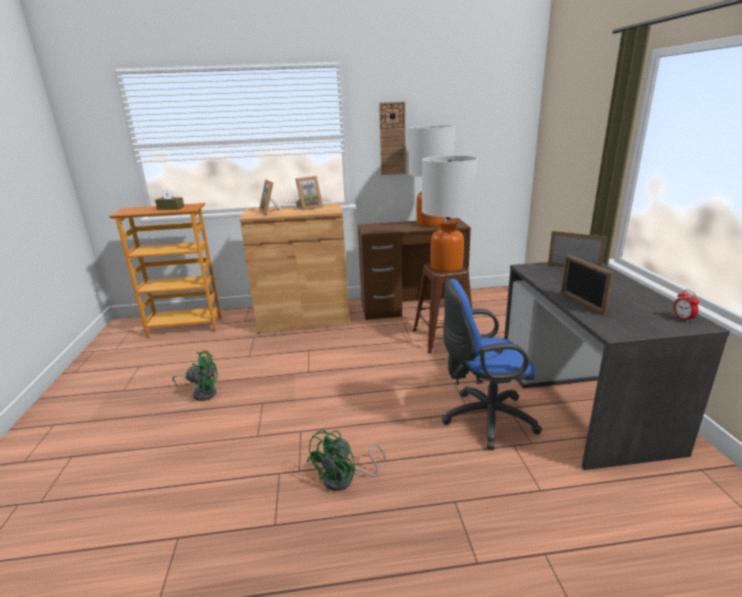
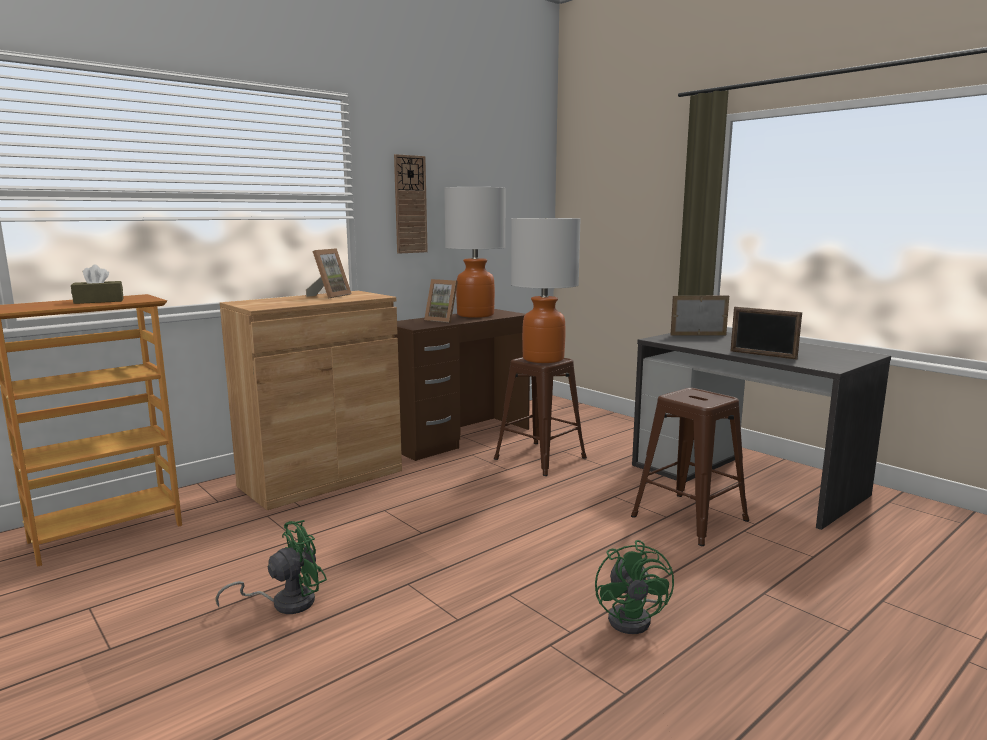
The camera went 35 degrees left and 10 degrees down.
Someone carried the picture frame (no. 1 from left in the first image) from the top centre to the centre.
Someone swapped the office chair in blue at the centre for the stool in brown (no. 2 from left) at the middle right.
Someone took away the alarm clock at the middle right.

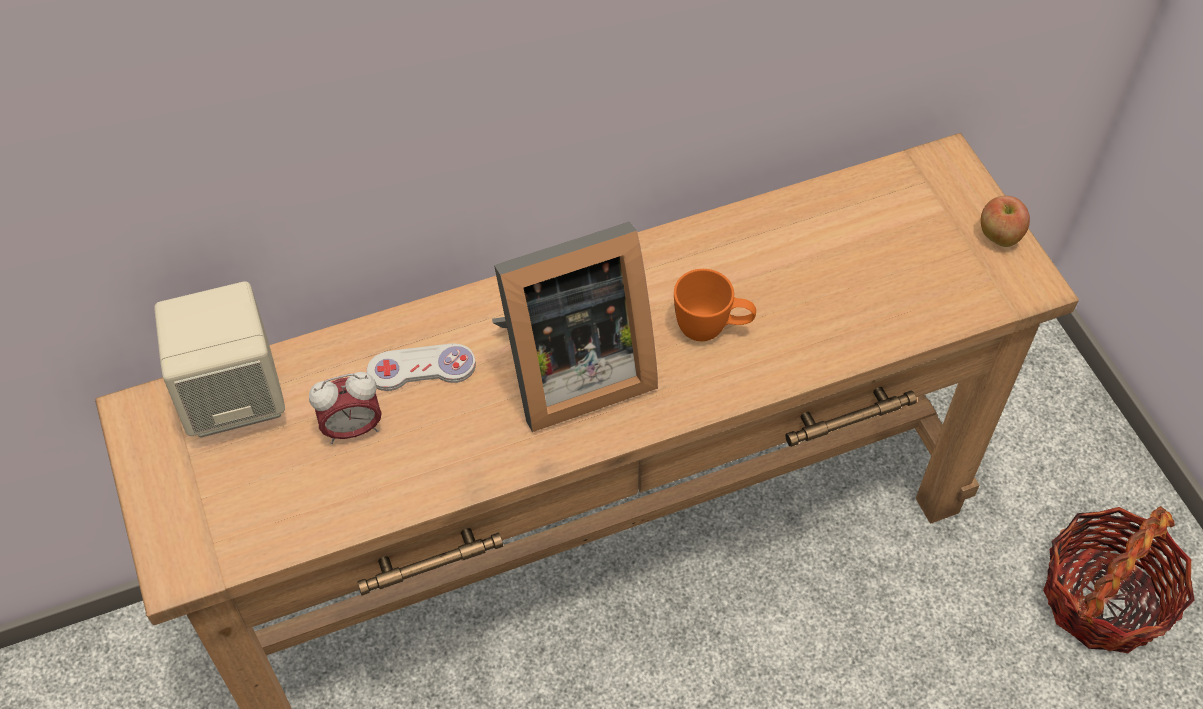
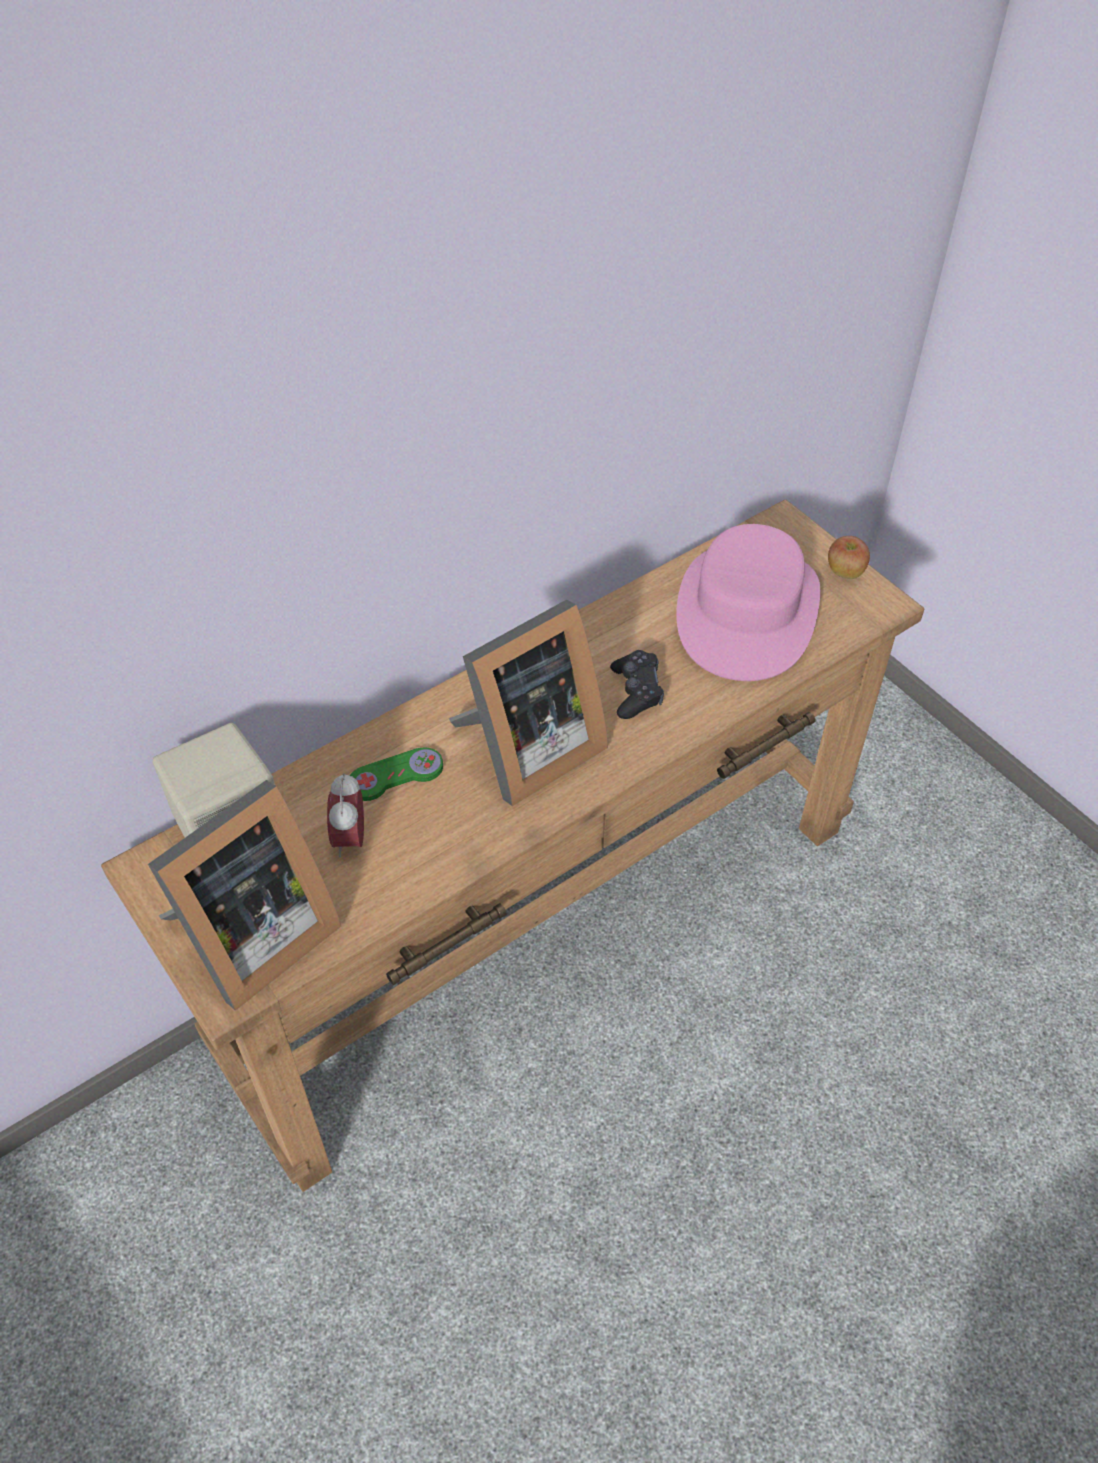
The camera went 15 degrees left and 5 degrees down.
Someone rotated the alarm clock at the middle left by 120 degrees clockwise.
Someone repainted the game controller in white at the centre, which became the game controller in green at the centre.
Someone swapped the mug in orange at the centre for the game controller in black at the centre.
Someone took away the basket at the bottom right.
Someone put down the picture frame (no. 1 from left) at the middle left.
Someone put down the hat in pink at the middle right.

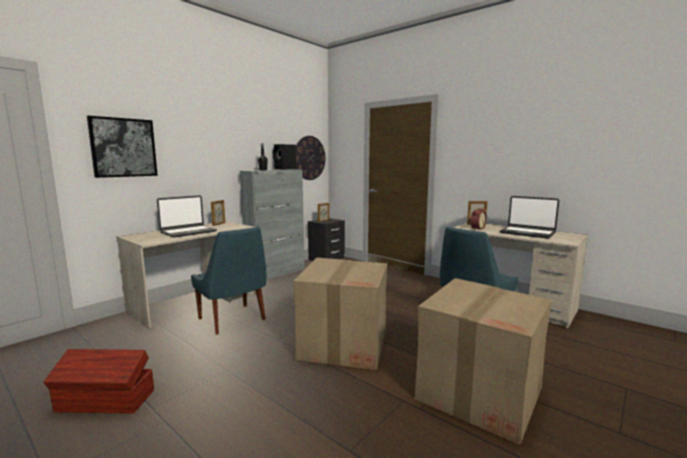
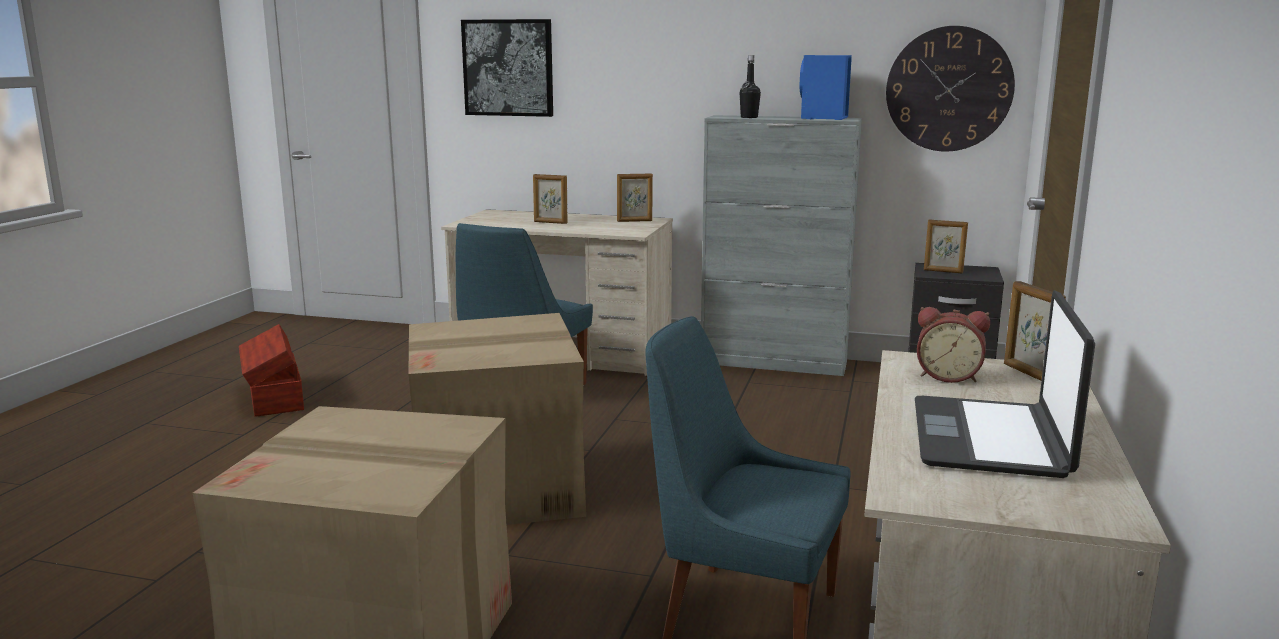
The camera went 65 degrees right and 5 degrees up.
Someone swapped the laptop (no. 1 from left) at the middle left for the picture frame (no. 1 from left) at the top centre.
Someone repainted the speaker in black at the centre, which became the speaker in blue at the top centre.

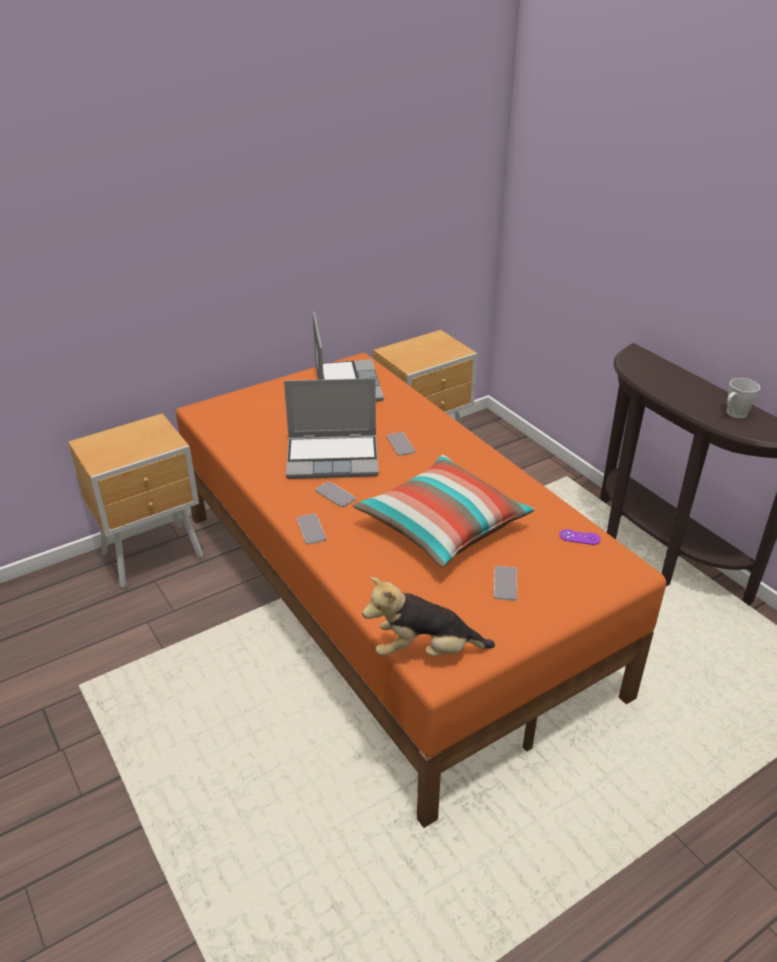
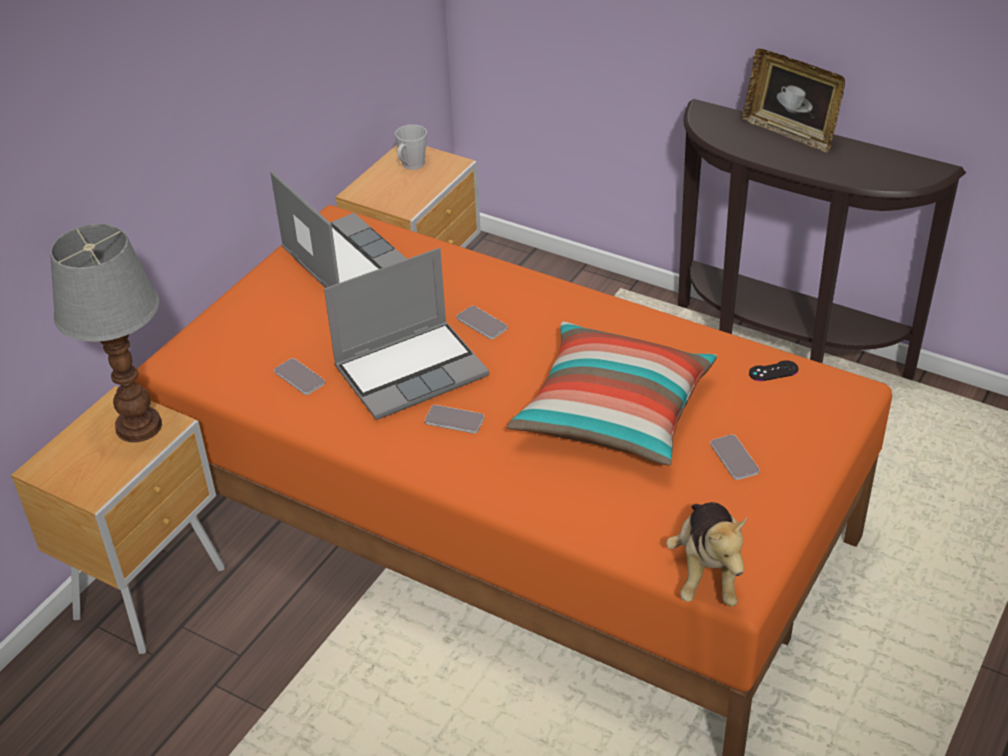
The camera went 25 degrees left and 5 degrees up.
Someone carried the phone (no. 1 from left) from the centre to the middle left.
Someone rotated the plush toy at the centre by 60 degrees counterclockwise.
Someone repainted the game controller in purple at the middle right, which became the game controller in black at the middle right.
Someone carried the mug in grey from the middle right to the top centre.
Someone put down the table lamp at the middle left.
Someone put down the picture frame at the top right.

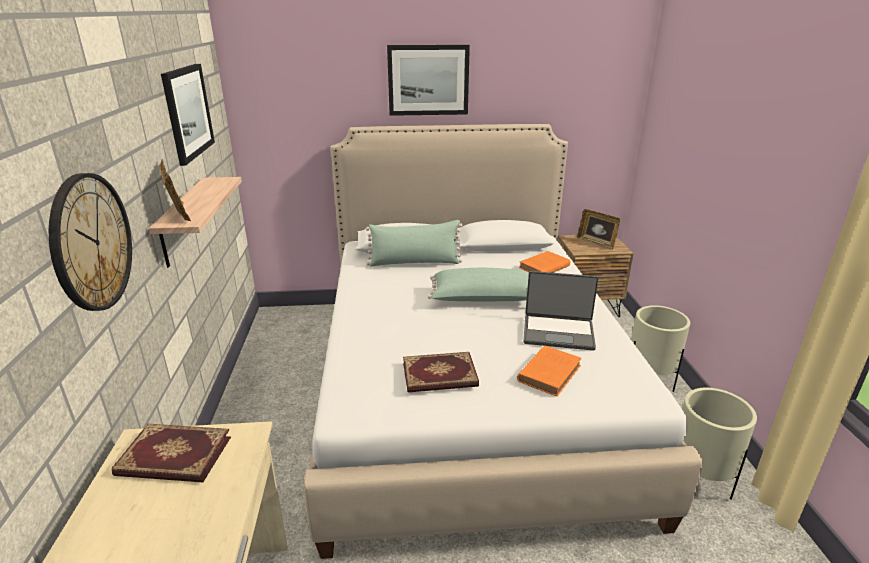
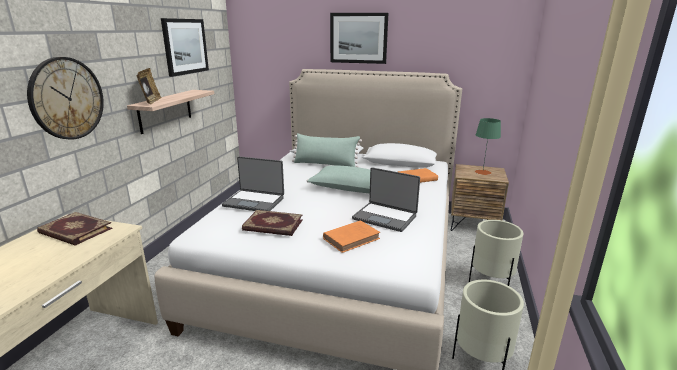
The camera went 20 degrees right and 5 degrees down.
Someone swapped the picture frame (no. 2 from left) at the middle right for the table lamp in green at the middle right.
Someone put down the laptop (no. 1 from left) at the centre.

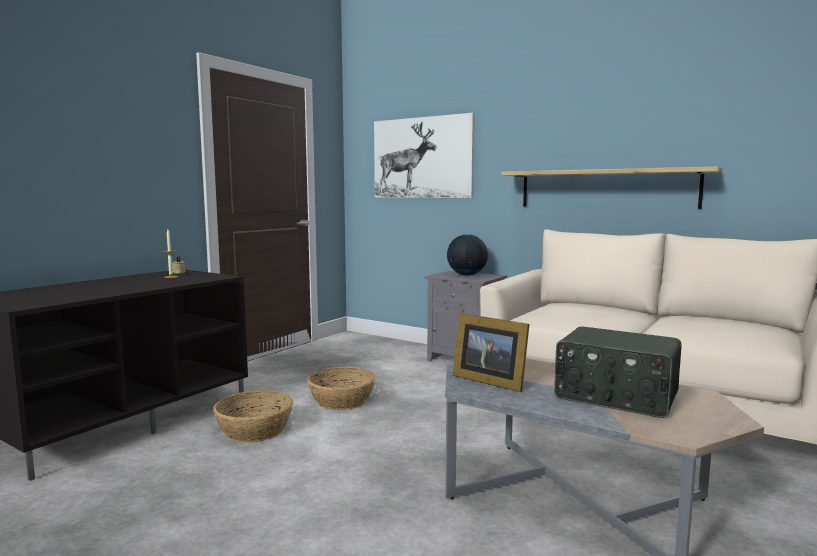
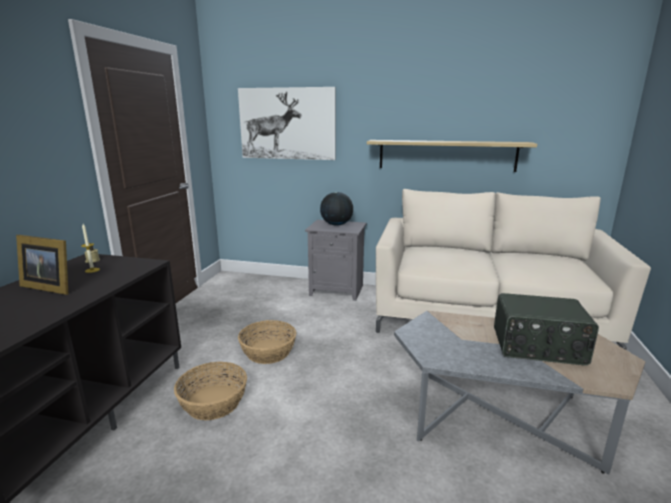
The camera went 20 degrees left and 10 degrees up.
Someone carried the picture frame from the centre to the middle left.

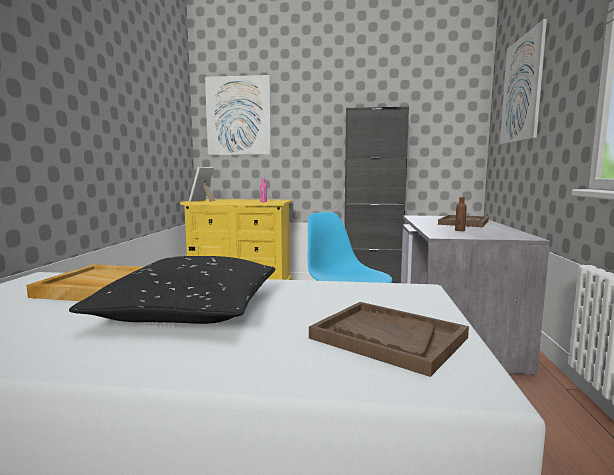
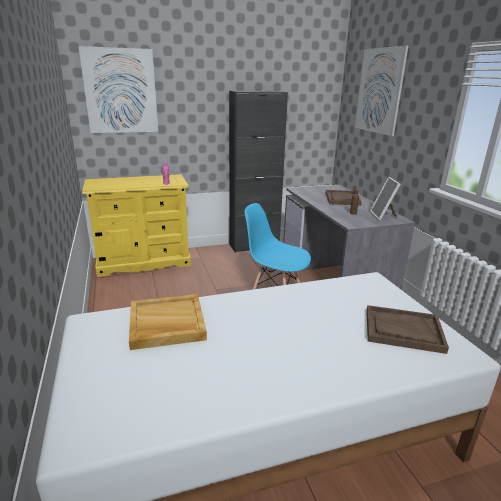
The camera went 25 degrees left and 15 degrees up.
Someone took away the pillow in black at the middle left.
Someone carried the picture frame from the middle left to the middle right.

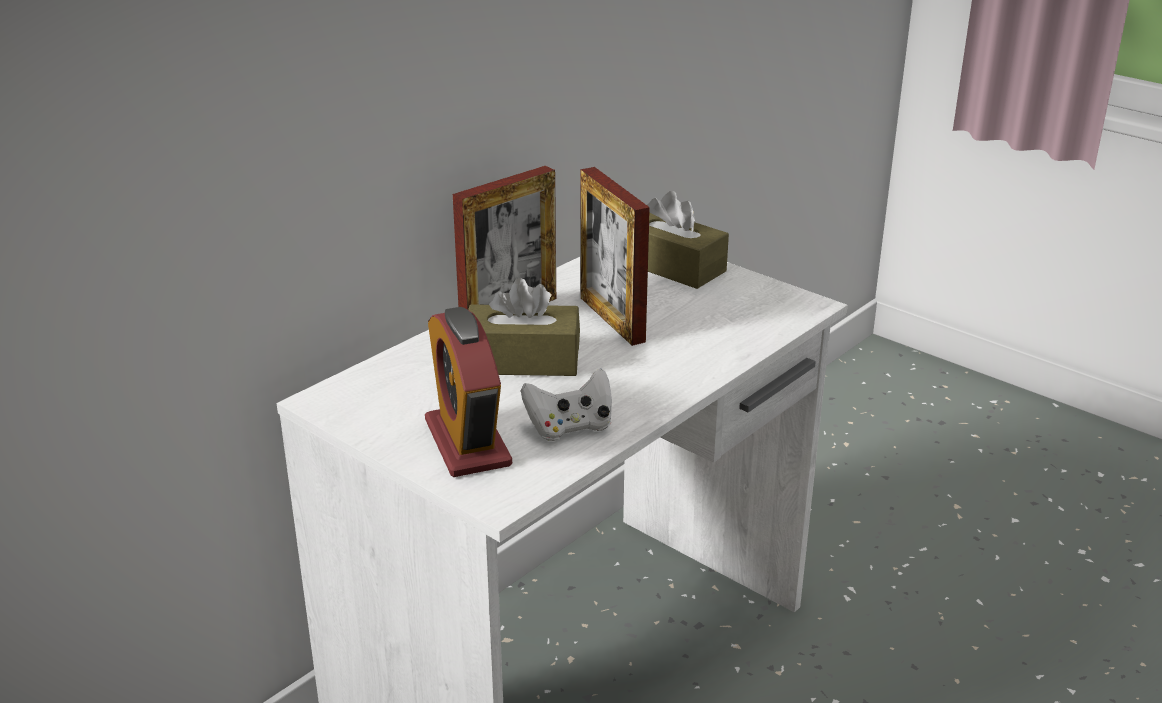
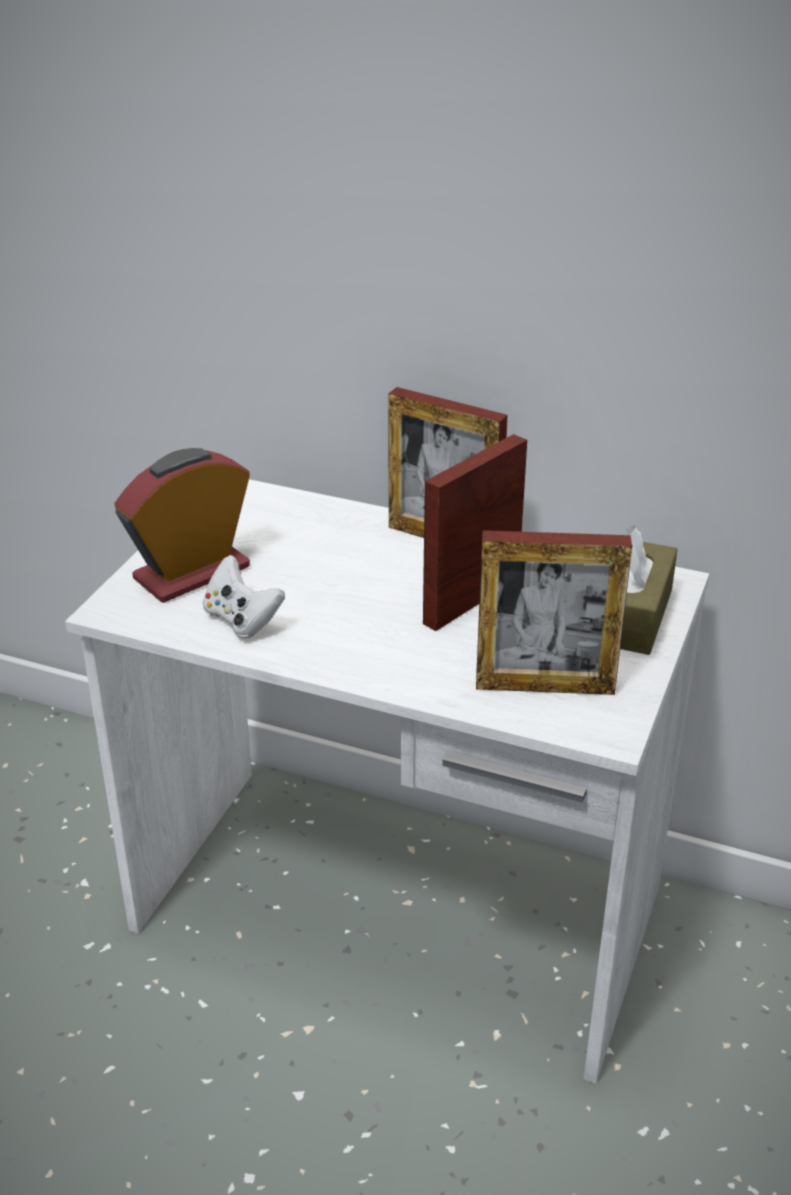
The camera went 70 degrees right and 5 degrees up.
Someone took away the tissue box in brown (no. 1 from left) at the centre.
Someone put down the picture frame (no. 3 from left) at the middle right.

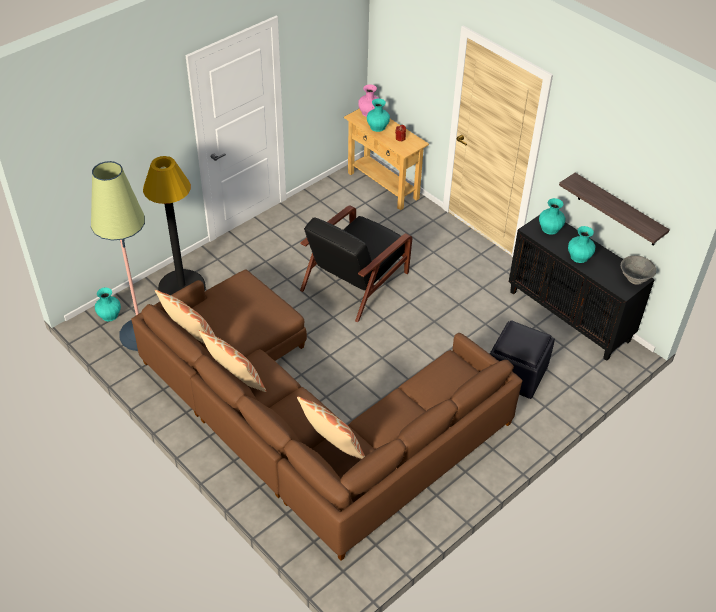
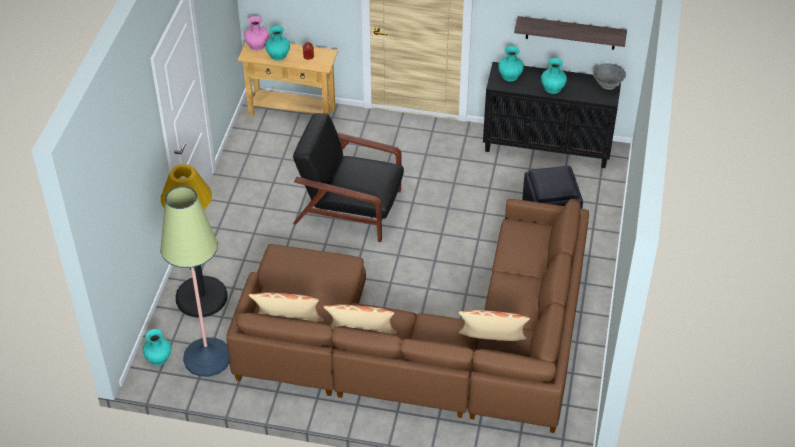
The camera went 35 degrees left and 0 degrees up.
Someone rotated the armchair in black at the centre by 105 degrees clockwise.

